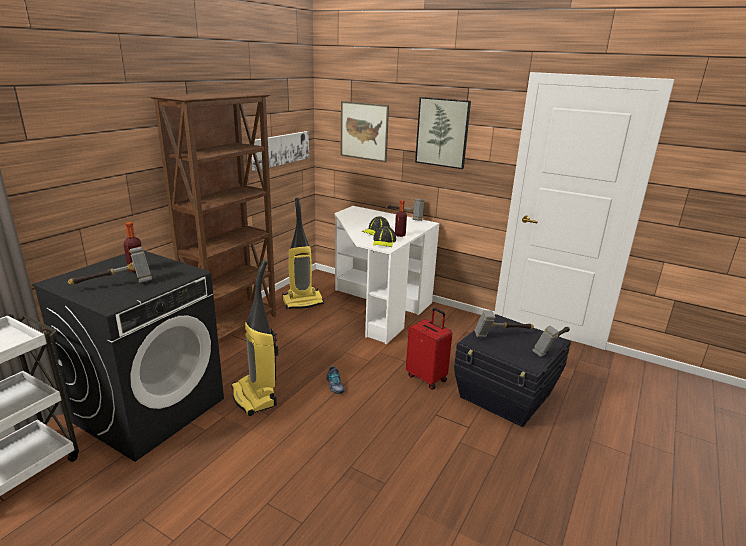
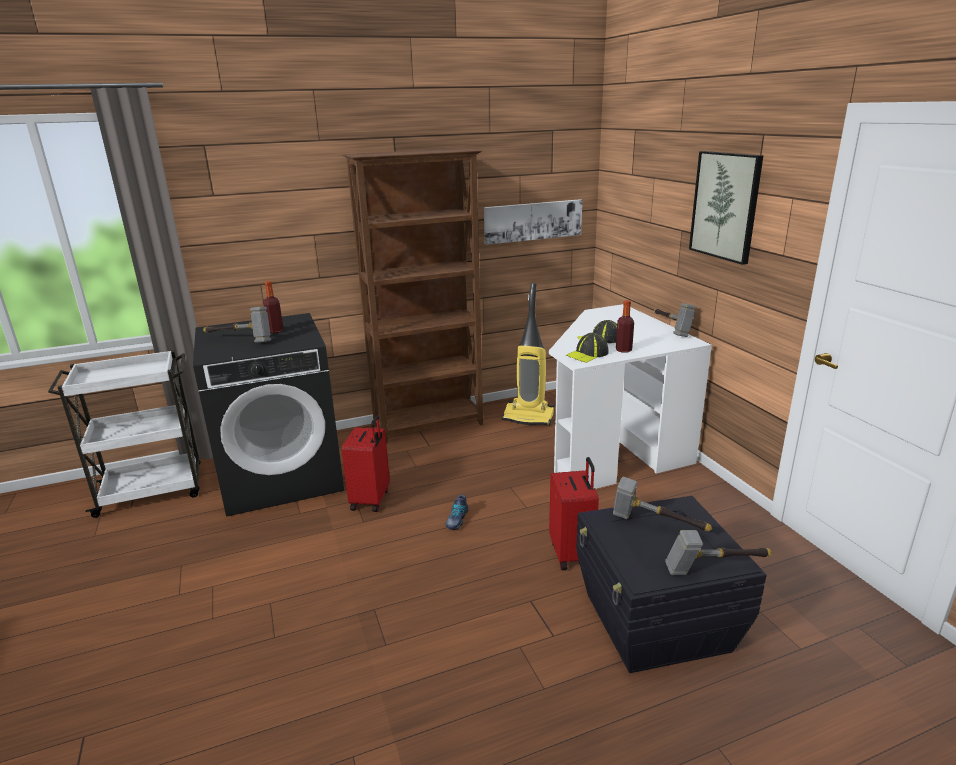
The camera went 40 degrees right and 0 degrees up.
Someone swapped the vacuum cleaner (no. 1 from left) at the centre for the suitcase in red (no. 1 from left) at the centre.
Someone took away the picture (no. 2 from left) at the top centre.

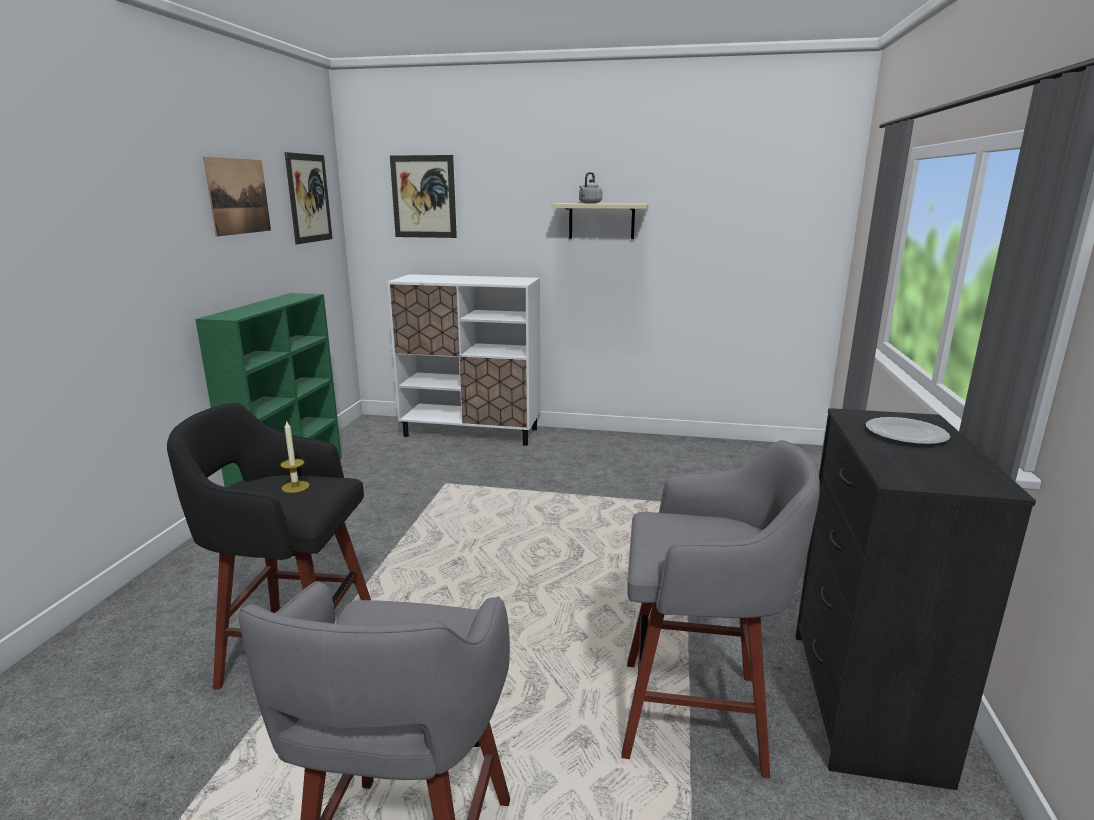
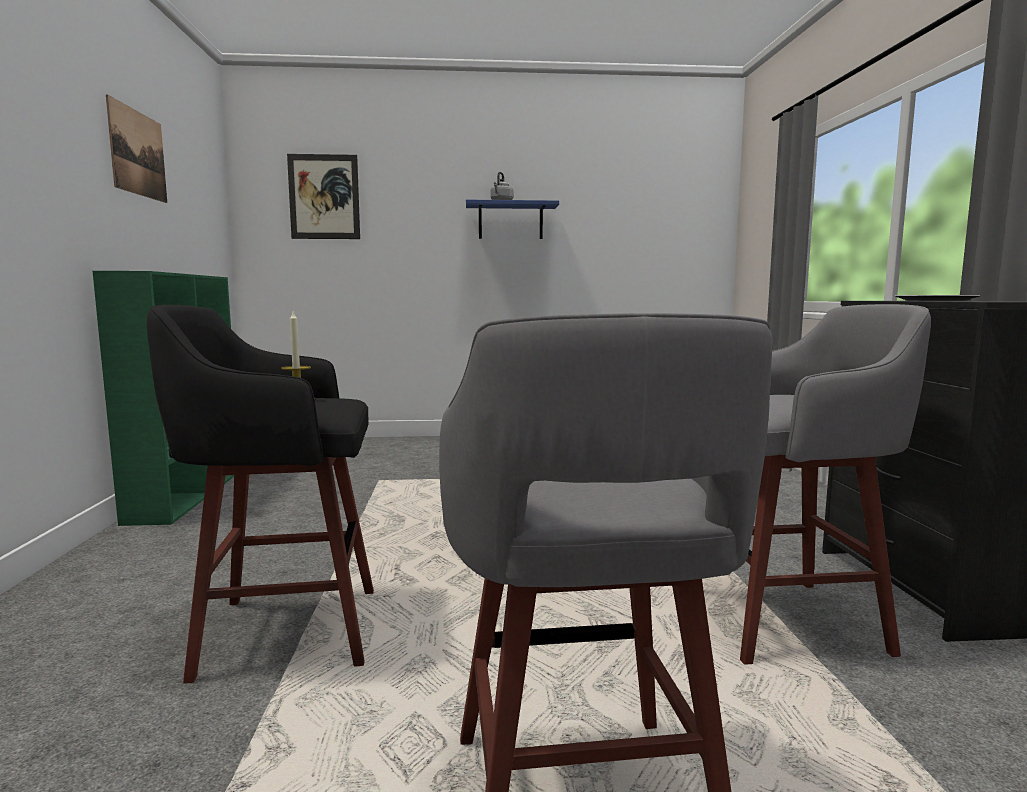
The camera went 15 degrees left and 10 degrees down.
Someone took away the picture (no. 2 from left) at the top left.
Someone took away the cabinet in white at the centre.
Someone repainted the shelf in beige at the top centre, which became the shelf in blue at the top centre.

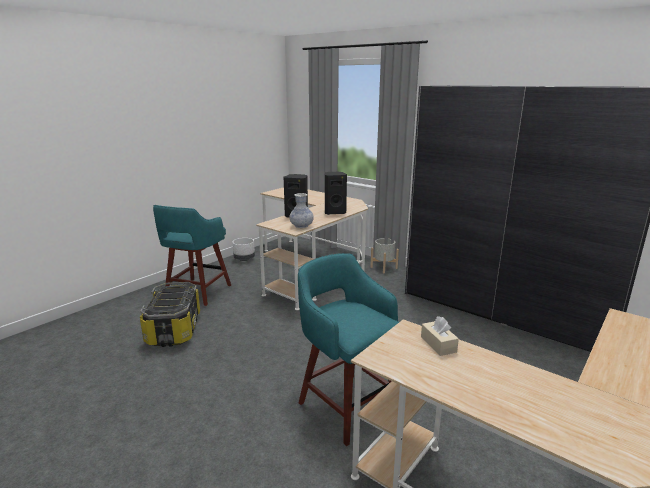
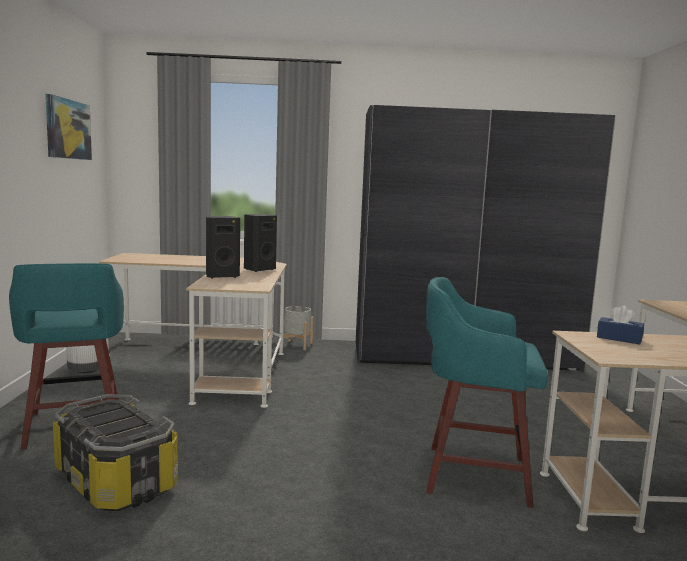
The camera went 40 degrees left and 10 degrees down.
Someone took away the vase at the centre.
Someone repainted the tissue box in beige at the bottom right, which became the tissue box in blue at the middle right.
Someone put up the picture at the top left.

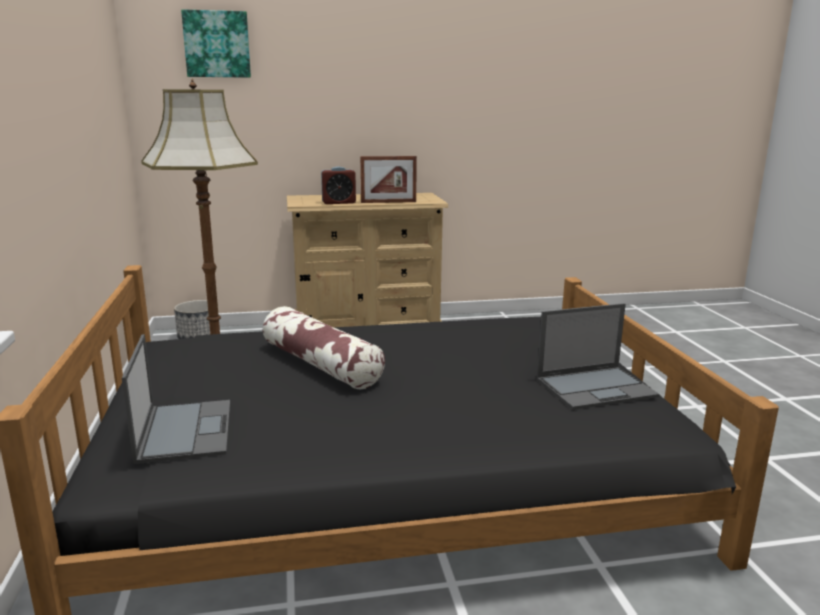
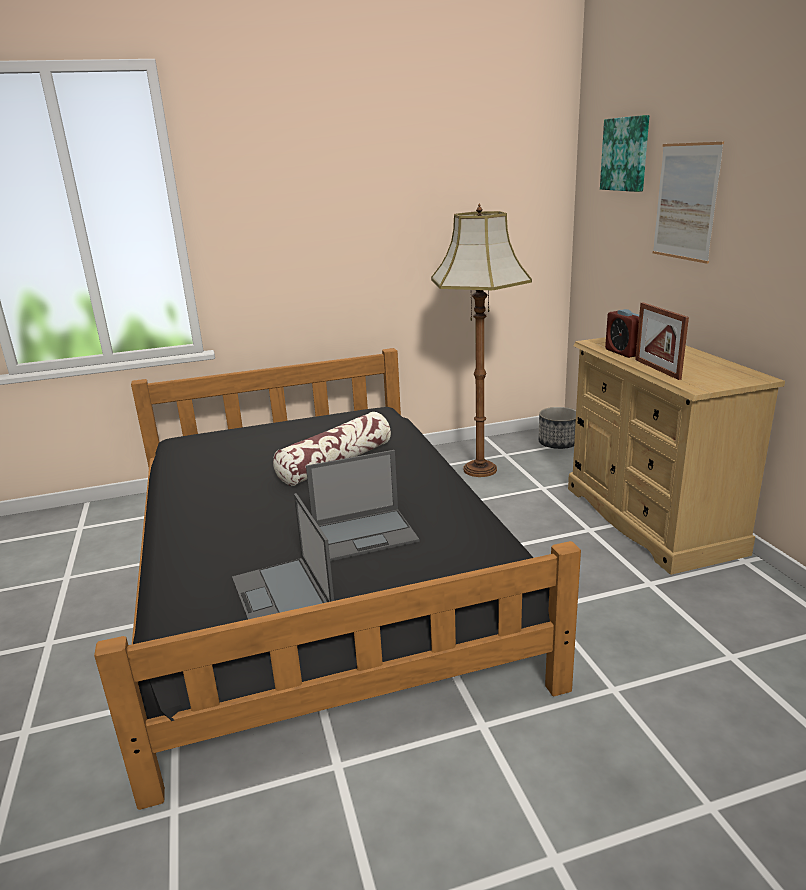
The camera went 85 degrees right and 5 degrees up.
Someone carried the laptop (no. 1 from left in the first image) from the middle left to the centre.
Someone put up the picture (no. 2 from left) at the top right.

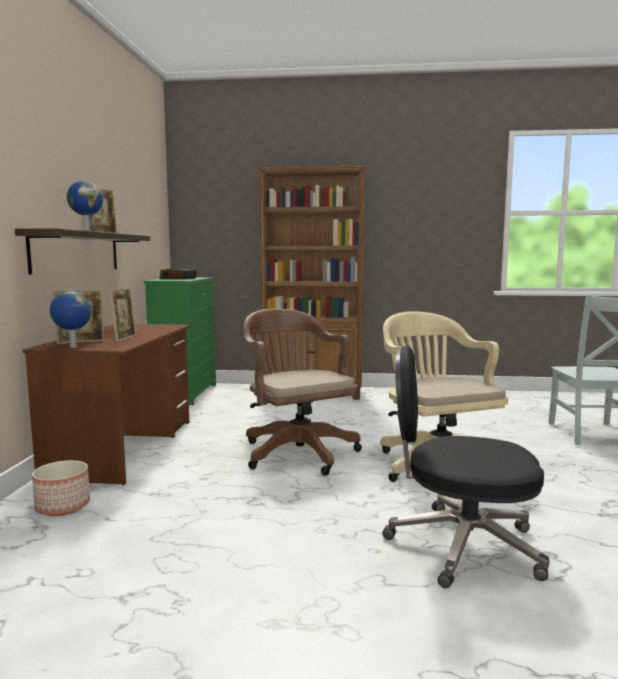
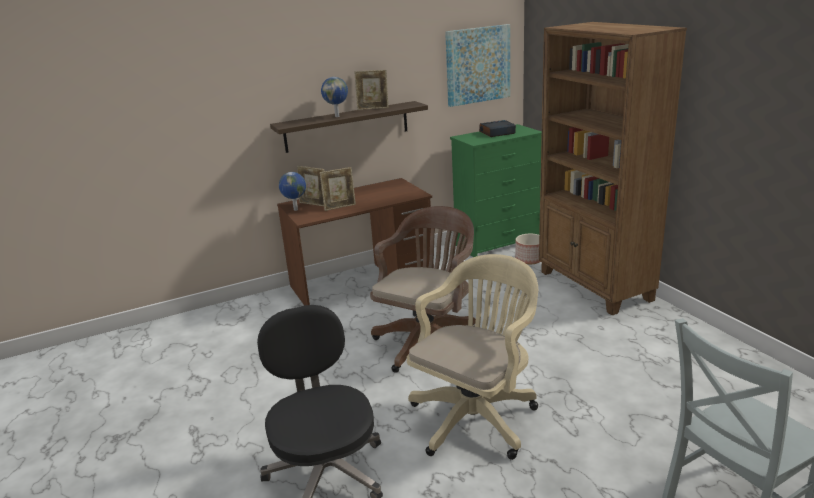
The camera went 60 degrees right and 15 degrees up.
Someone carried the planter from the bottom left to the centre.
Someone put up the picture at the top centre.

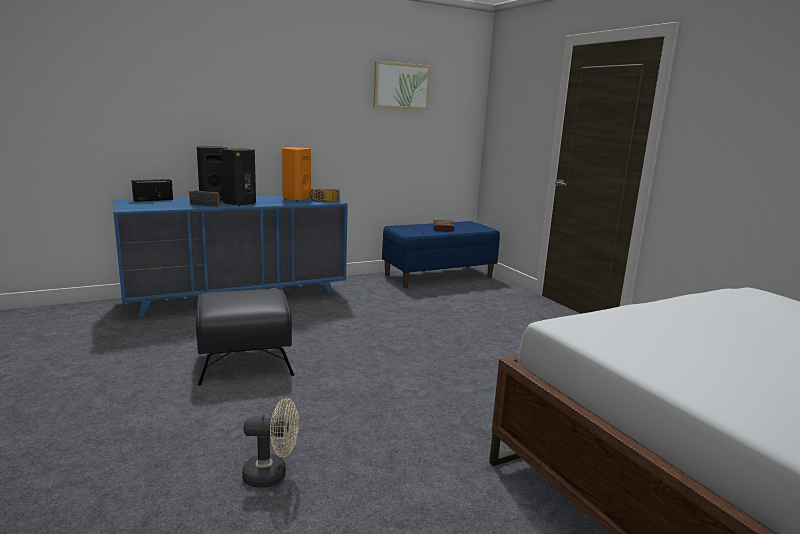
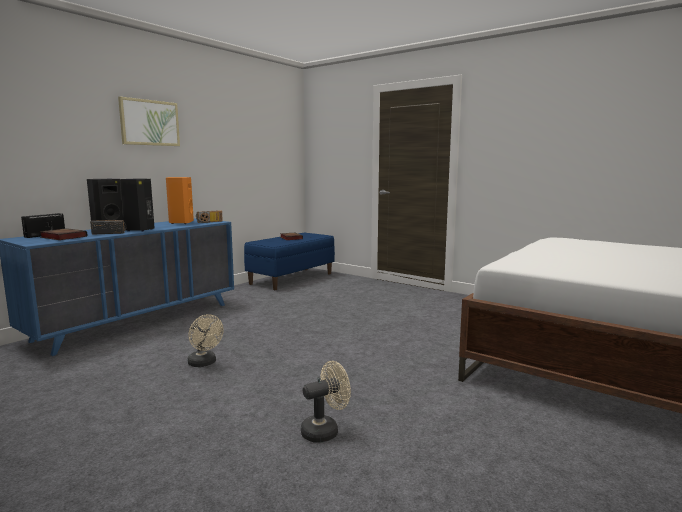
The camera went 25 degrees left and 5 degrees down.
Someone swapped the ottoman in black at the middle left for the fan in beige (no. 1 from left) at the middle left.
Someone carried the picture from the top centre to the top left.
Someone put down the book (no. 1 from left) at the middle left.

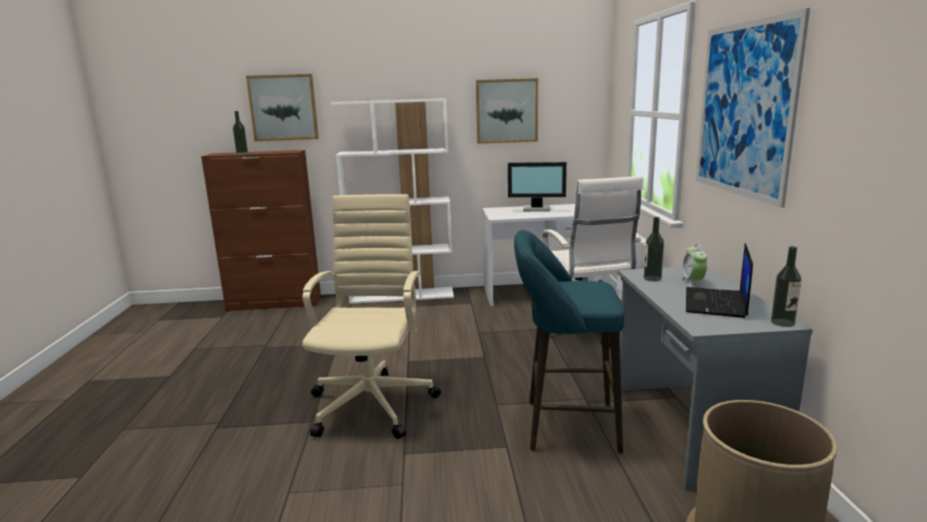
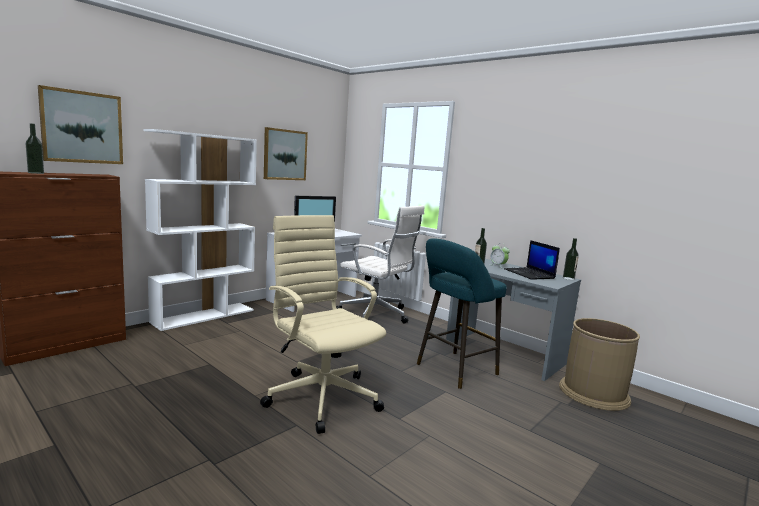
The camera went 45 degrees left and 5 degrees down.
Someone took away the picture (no. 3 from left) at the top right.

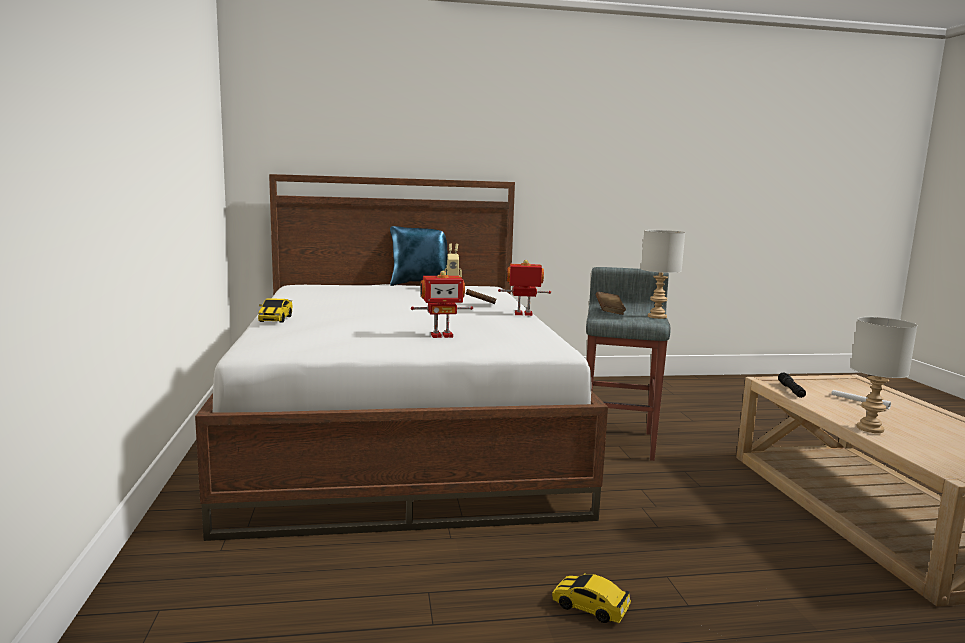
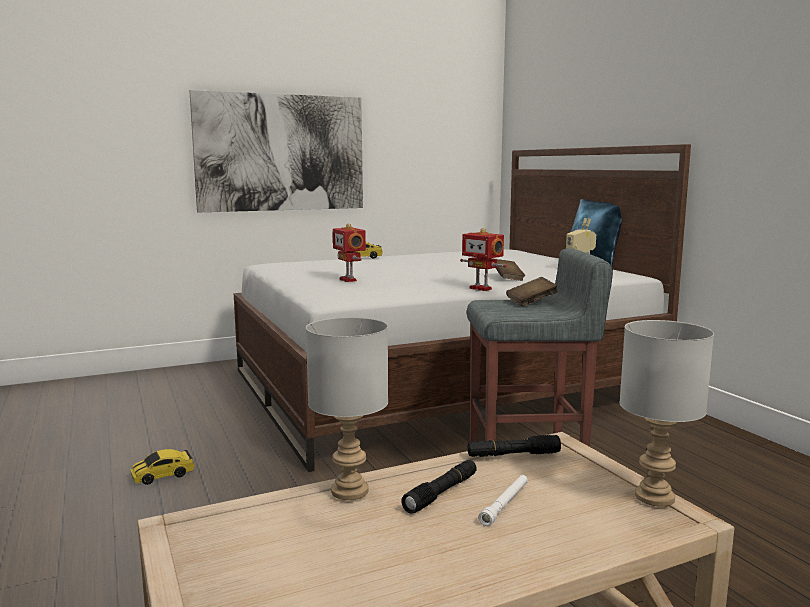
The camera went 75 degrees right and 0 degrees up.
Someone rotated the toy robot (no. 3 from left in the first image) at the centre by 150 degrees clockwise.
Someone rotated the toy car (no. 2 from left in the first image) at the bottom centre by 135 degrees counterclockwise.
Someone carried the table lamp in grey (no. 1 from left in the first image) from the middle right to the bottom right.
Someone put up the picture at the top centre.
Someone put down the flashlight in black (no. 1 from left) at the bottom centre.

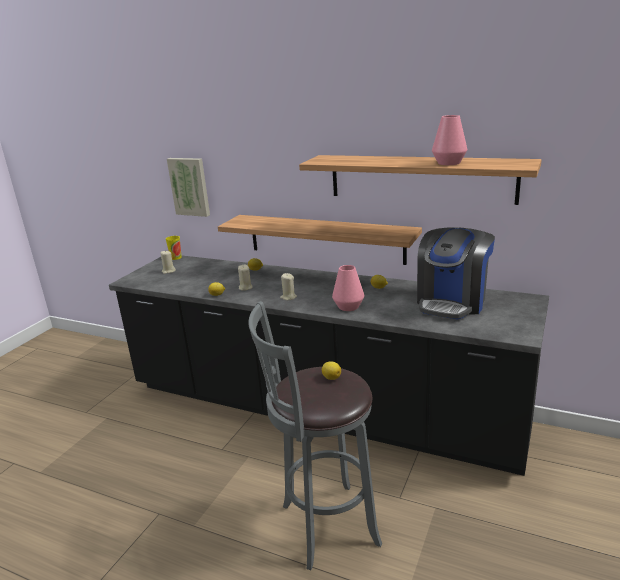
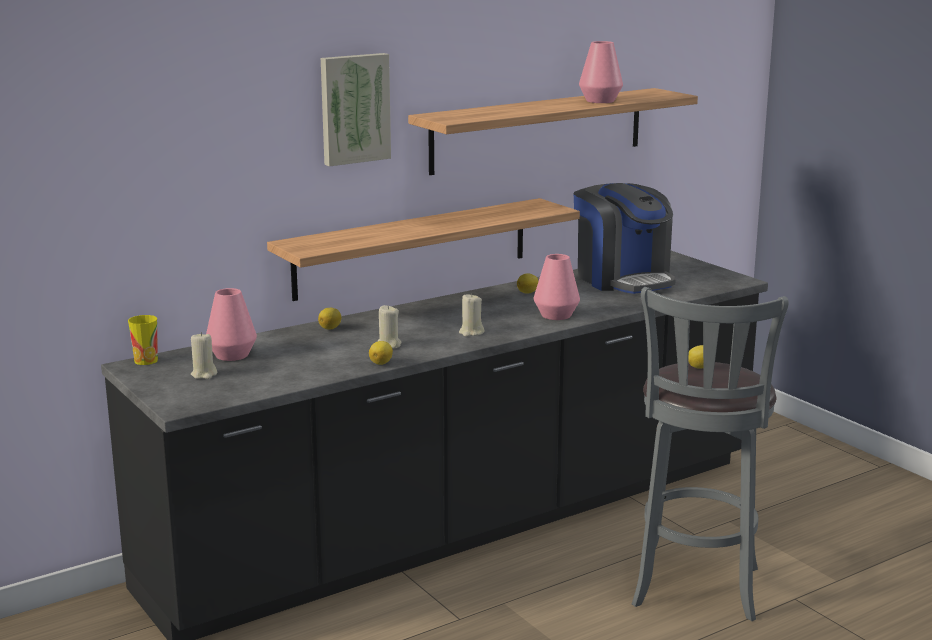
The camera went 60 degrees left and 5 degrees down.
Someone carried the picture from the top left to the top centre.
Someone put down the vase in pink (no. 1 from left) at the middle left.

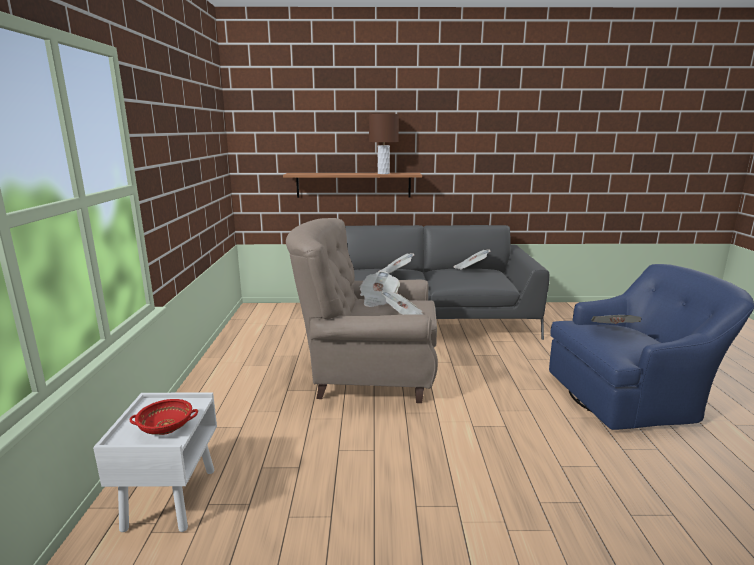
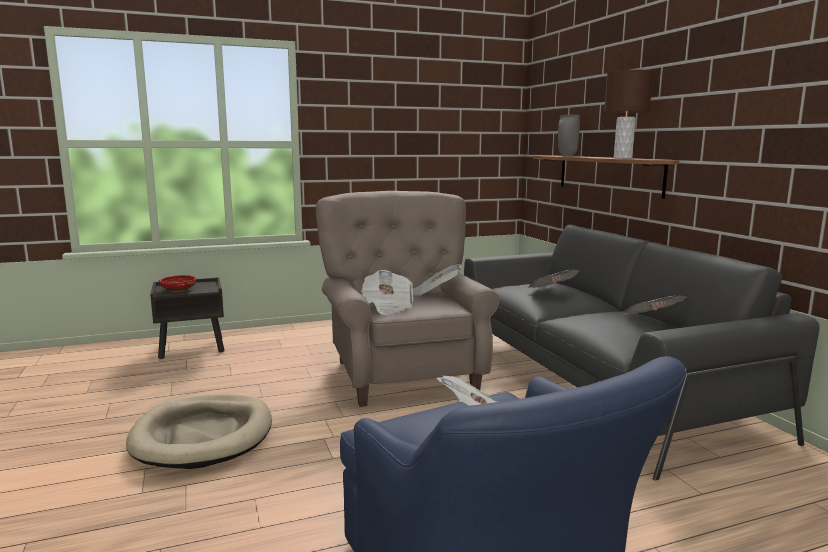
The camera went 70 degrees right and 5 degrees down.
Someone repainted the nightstand in white at the bottom left, which became the nightstand in brown at the middle left.
Someone put down the dog bed in beige at the bottom left.
Someone put down the vase in grey at the top right.

